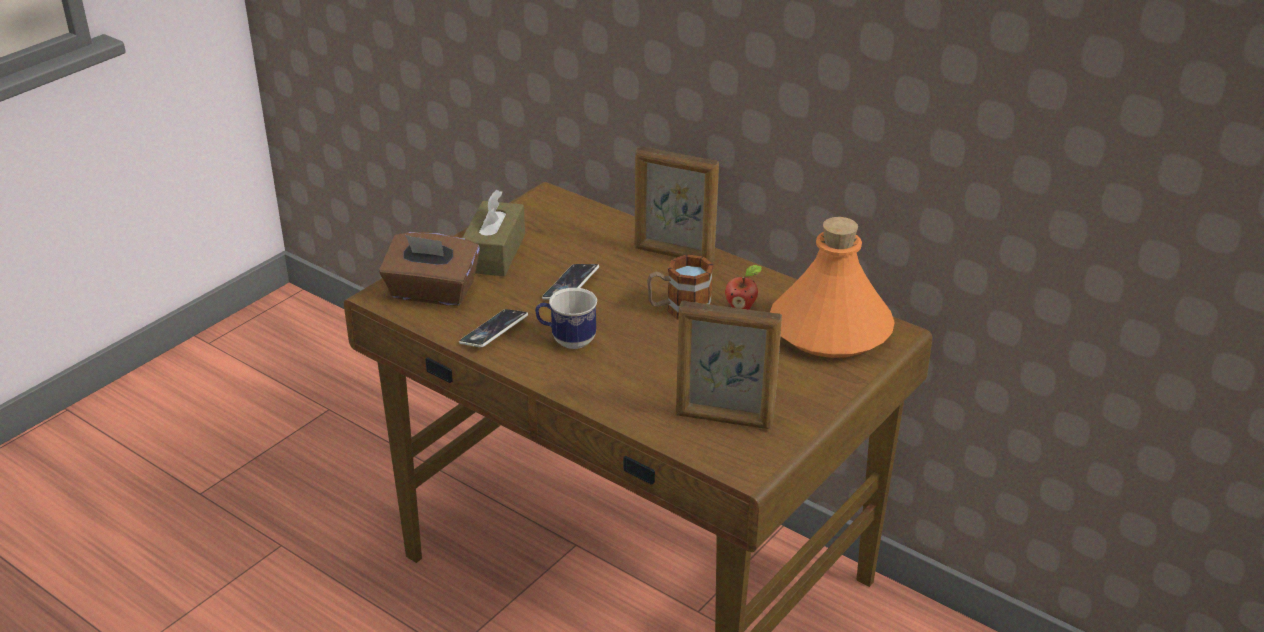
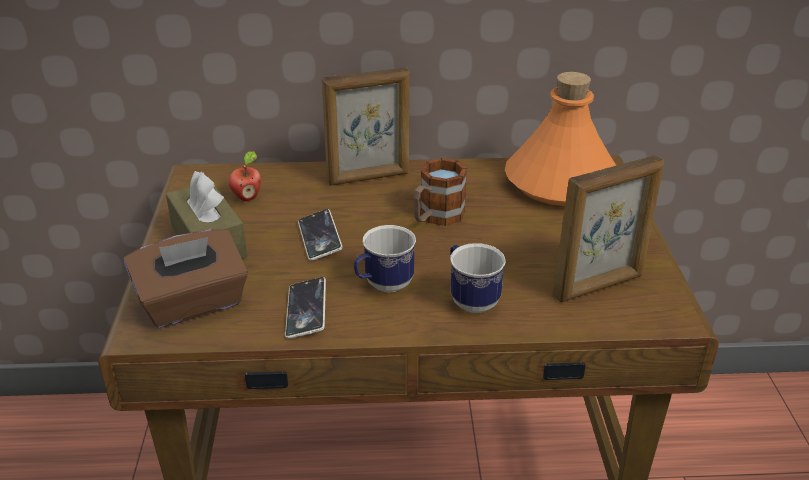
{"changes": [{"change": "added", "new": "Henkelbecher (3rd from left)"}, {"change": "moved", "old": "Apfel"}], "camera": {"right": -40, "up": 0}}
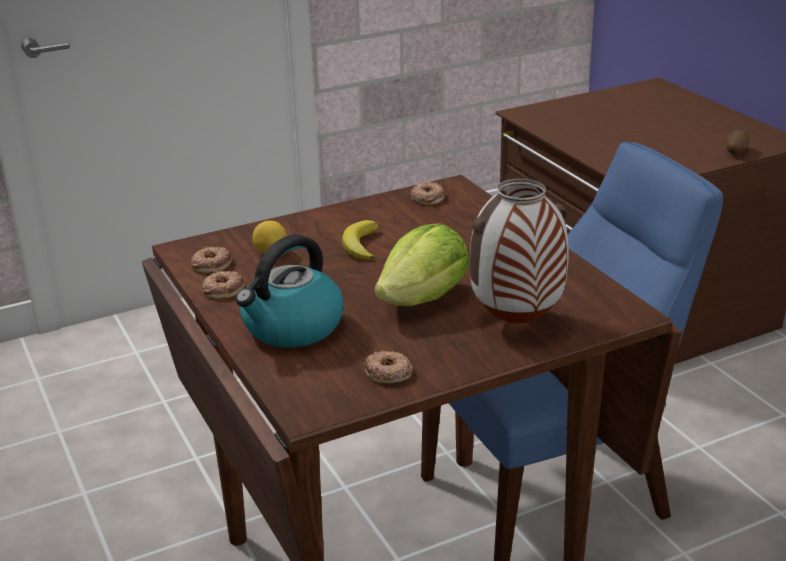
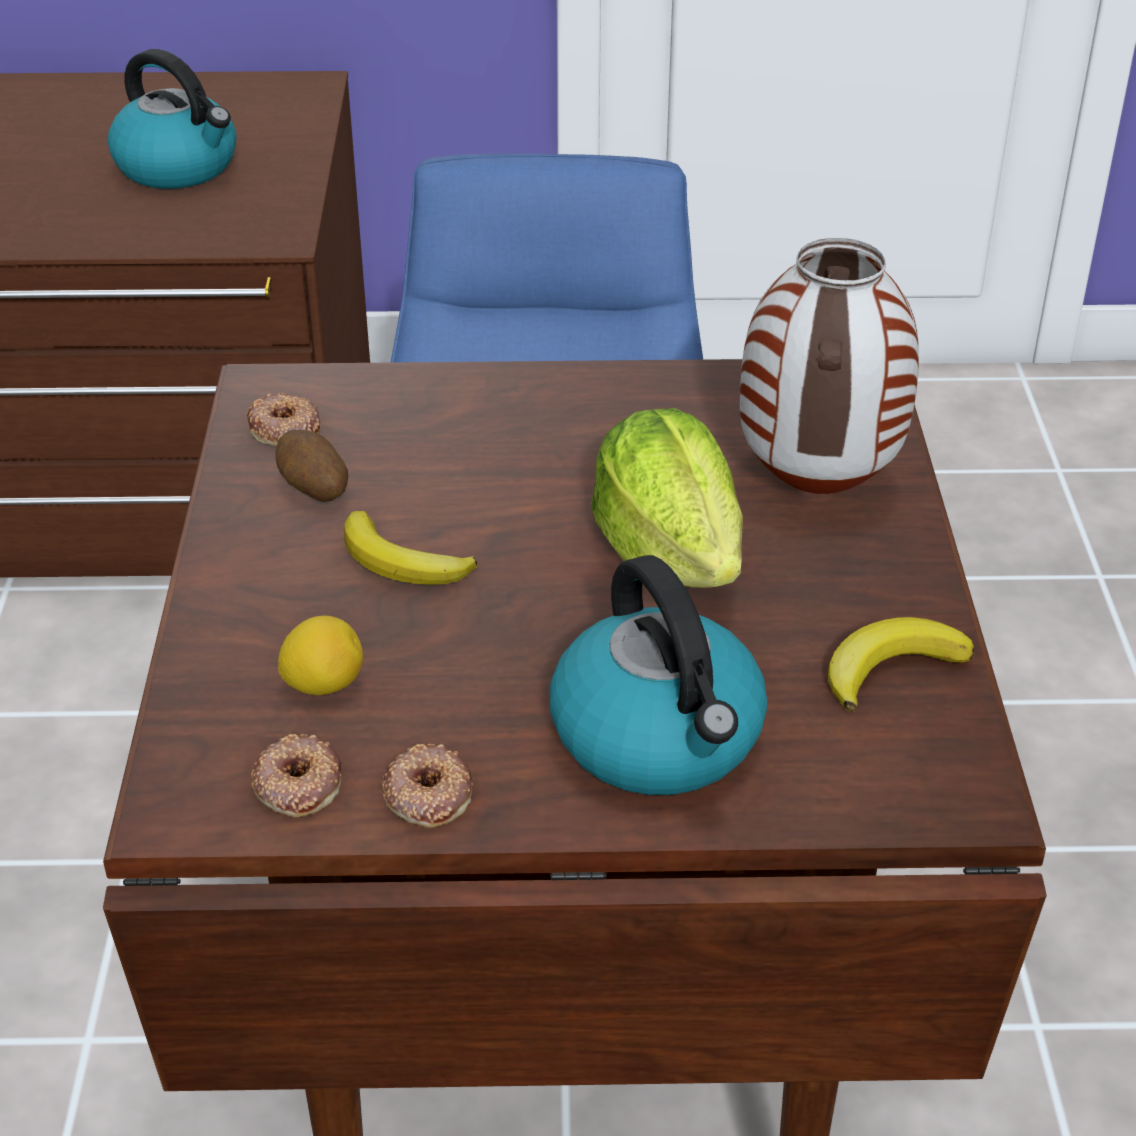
{"changes": [{"change": "added", "new": "Wasserkessel (1st from left)"}, {"change": "moved", "old": "Kartoffel"}, {"change": "replaced", "old": "Donut (3rd from left)", "new": "Banane (2nd from left)"}], "camera": {"right": -65, "up": 10}}
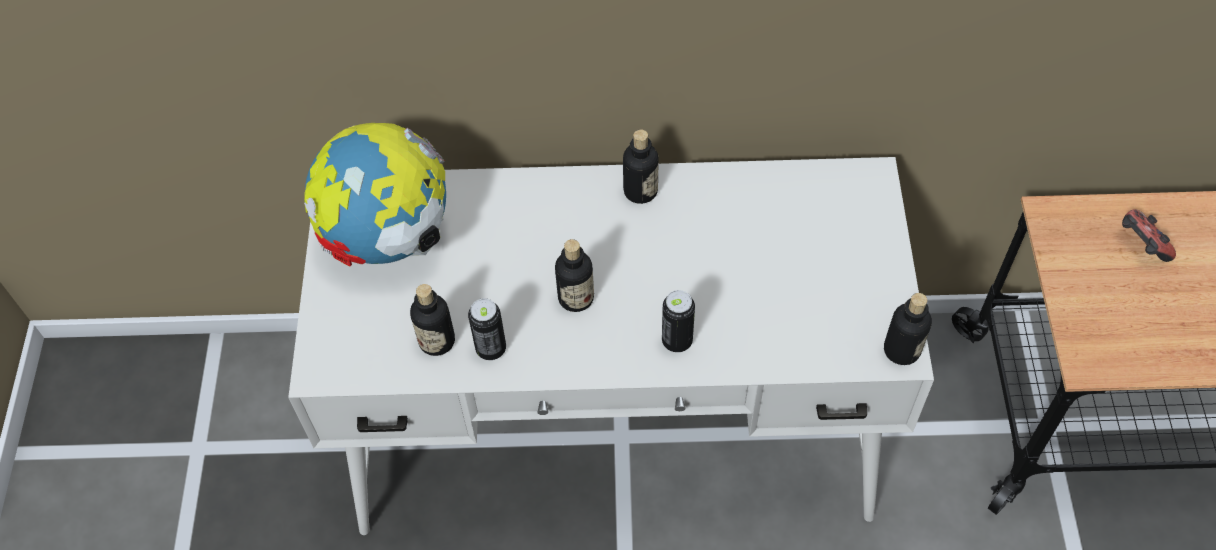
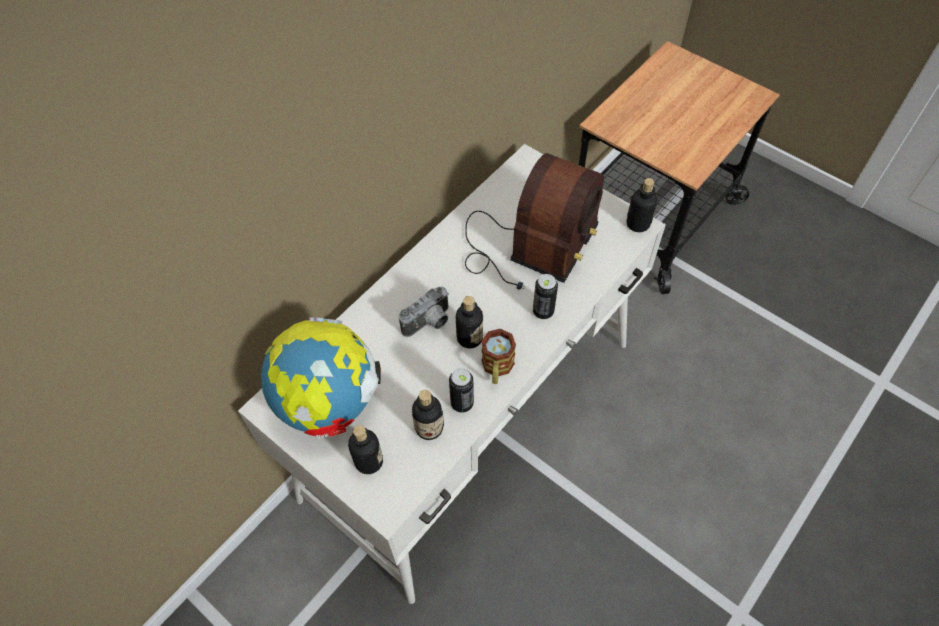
{"changes": [{"change": "removed", "old": "Gamepad"}, {"change": "added", "new": "Kamera"}, {"change": "added", "new": "Radio"}, {"change": "added", "new": "Henkelbecher"}, {"change": "moved", "old": "Flasche (3rd from left in the first image)", "new": "Flasche (1st from left)"}], "camera": {"right": -50, "up": 0}}
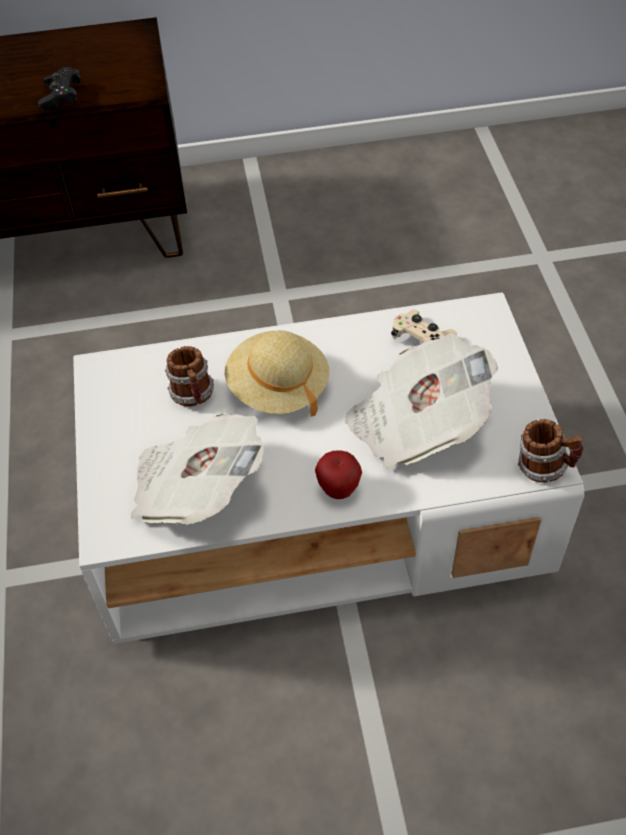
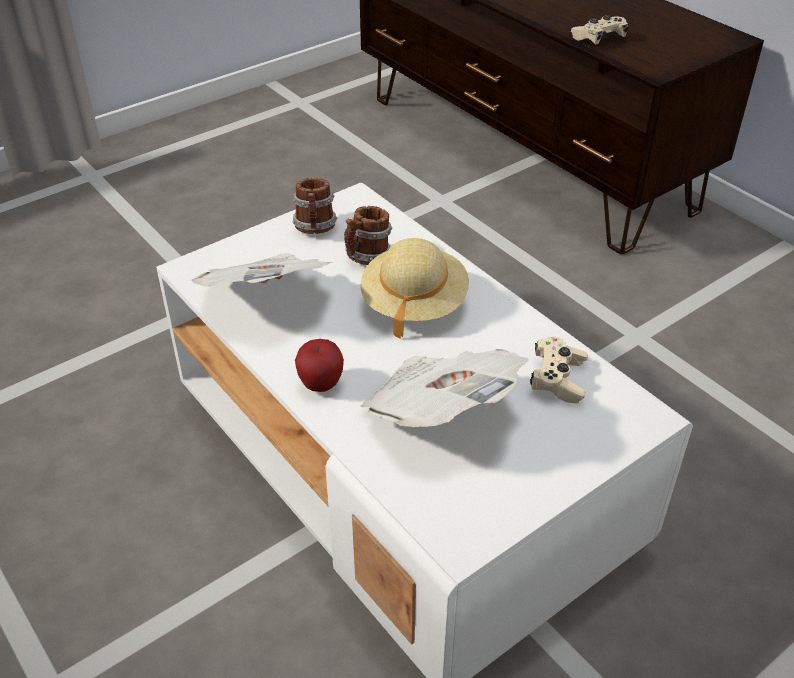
{"changes": [{"change": "moved", "old": "Henkelbecher (2nd from left in the first image)", "new": "Henkelbecher (1st from left)"}, {"change": "recoloured", "old": "Gamepad (schwarz)", "new": "Gamepad (beige) (2nd from left)"}], "camera": {"right": 60, "up": -10}}
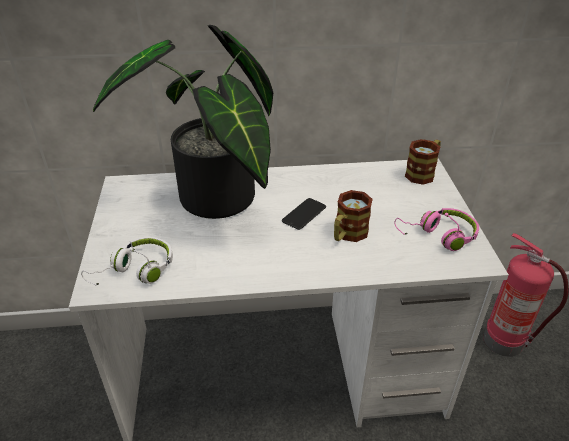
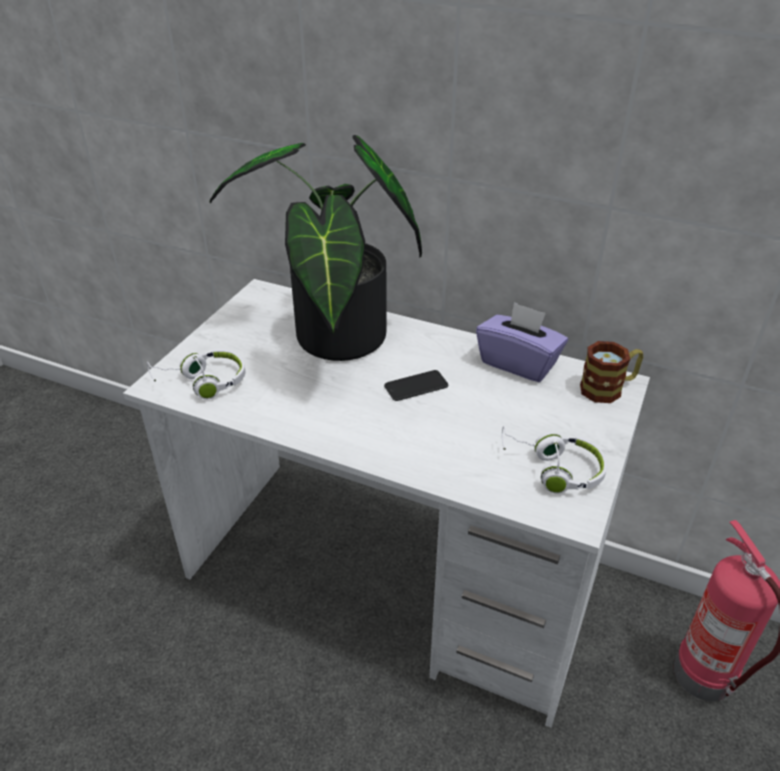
{"changes": [{"change": "removed", "old": "Henkelbecher (1st from left)"}, {"change": "added", "new": "Taschentuchbox (lila)"}, {"change": "recoloured", "old": "Kopfhörer (rosa)", "new": "Kopfhörer (weiß) (2nd from left)"}], "camera": {"right": 30, "up": 0}}
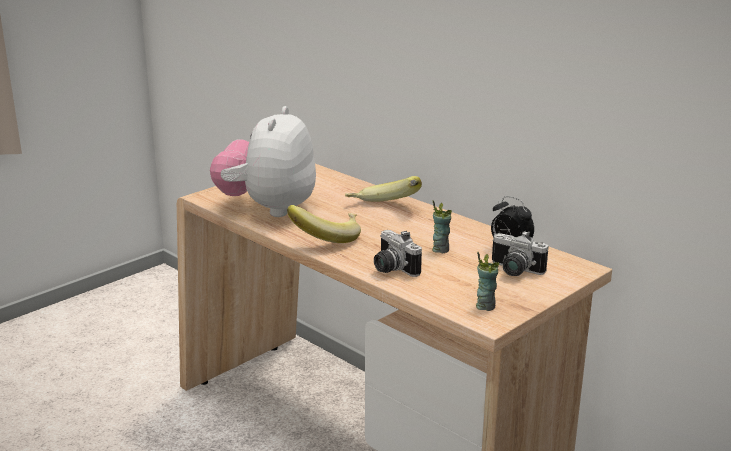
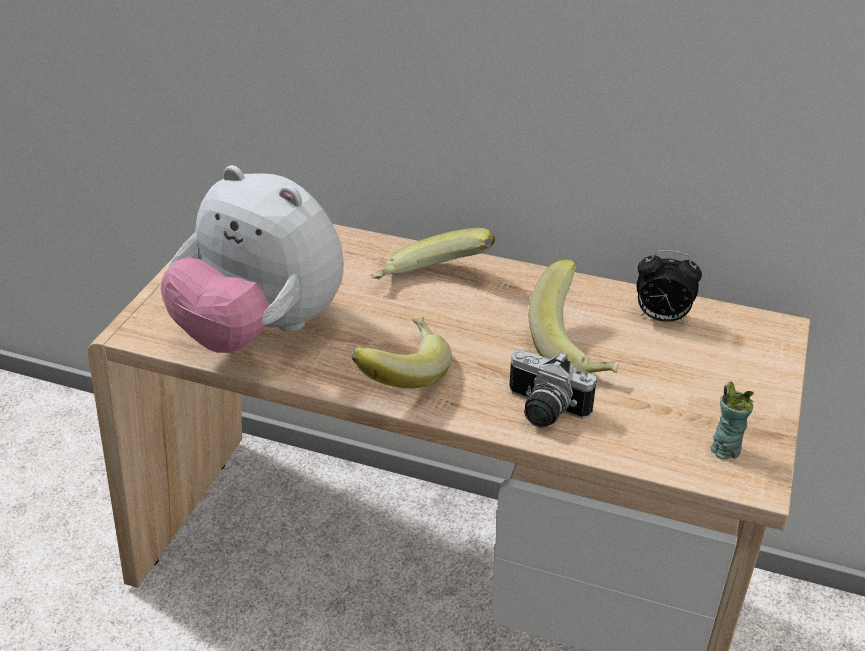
{"changes": [{"change": "removed", "old": "Kamera (2nd from left)"}, {"change": "replaced", "old": "Tasse (1st from left)", "new": "Banane (3rd from left)"}, {"change": "turned", "old": "Plüschtier", "degrees": -45}], "camera": {"right": -25, "up": 15}}
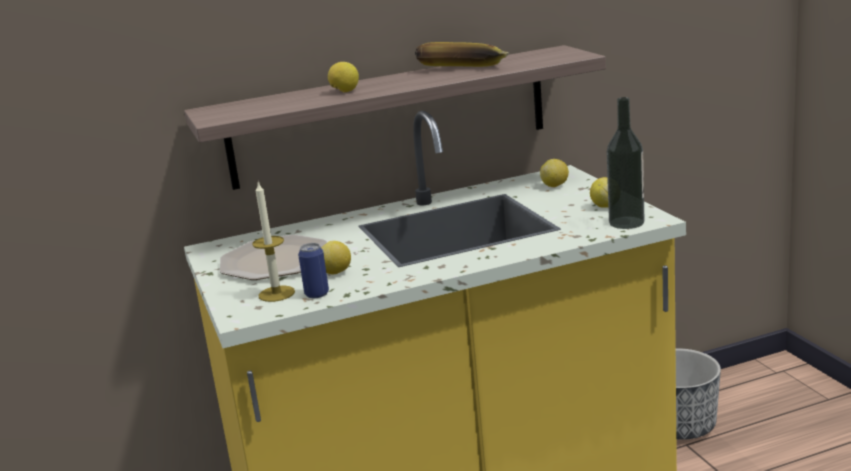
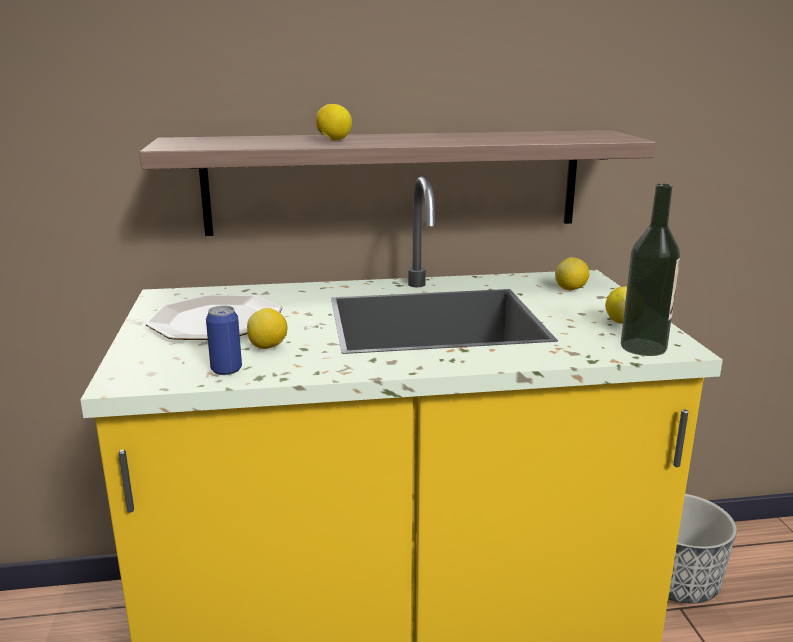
{"changes": [{"change": "removed", "old": "Kerze"}, {"change": "removed", "old": "Banane"}], "camera": {"right": 10, "up": 0}}
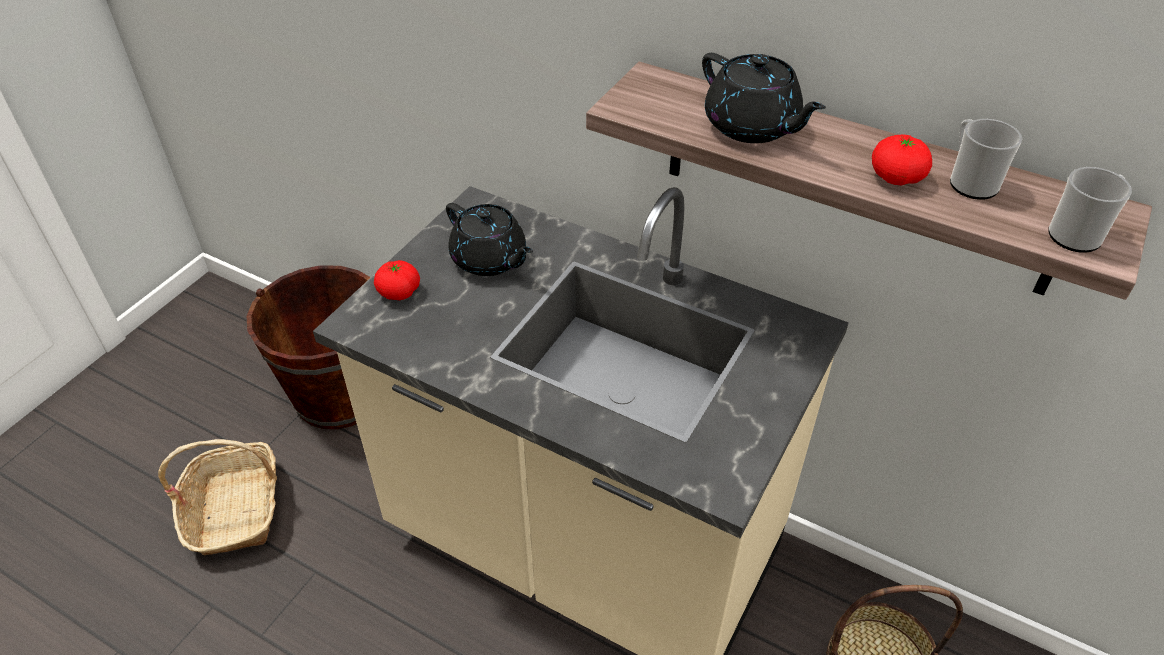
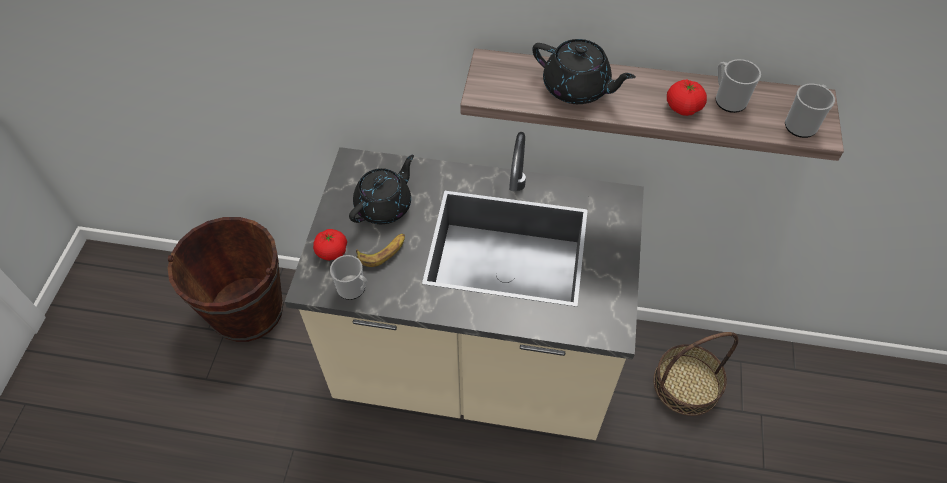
{"changes": [{"change": "removed", "old": "Korb (1st from left)"}, {"change": "added", "new": "Henkelbecher (1st from left)"}, {"change": "added", "new": "Banane"}, {"change": "turned", "old": "Teekanne (schwarz) (1st from left)", "degrees": -75}], "camera": {"right": -20, "up": 10}}
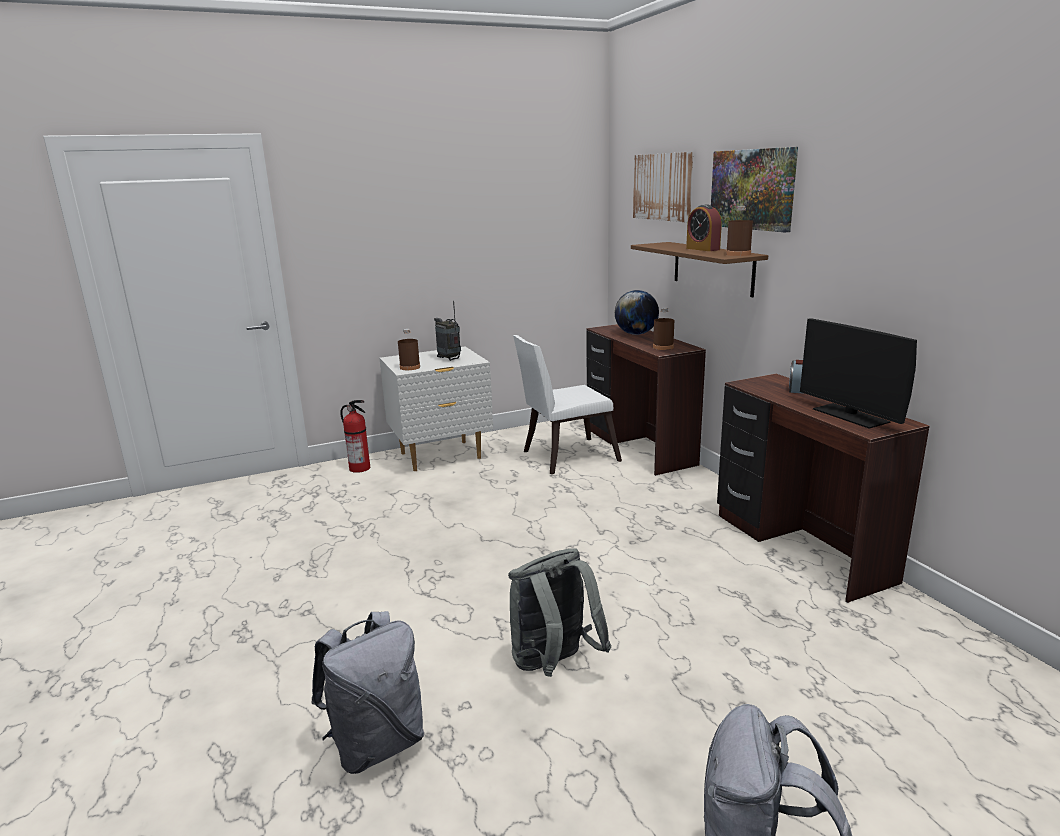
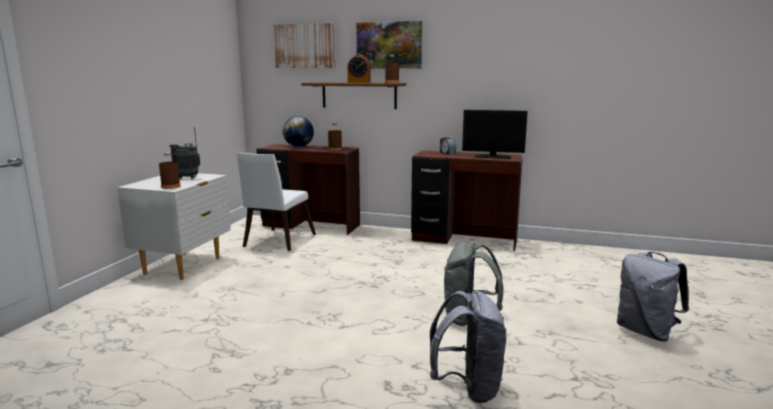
{"changes": [{"change": "removed", "old": "Feuerlöscher"}], "camera": {"right": -50, "up": -5}}
